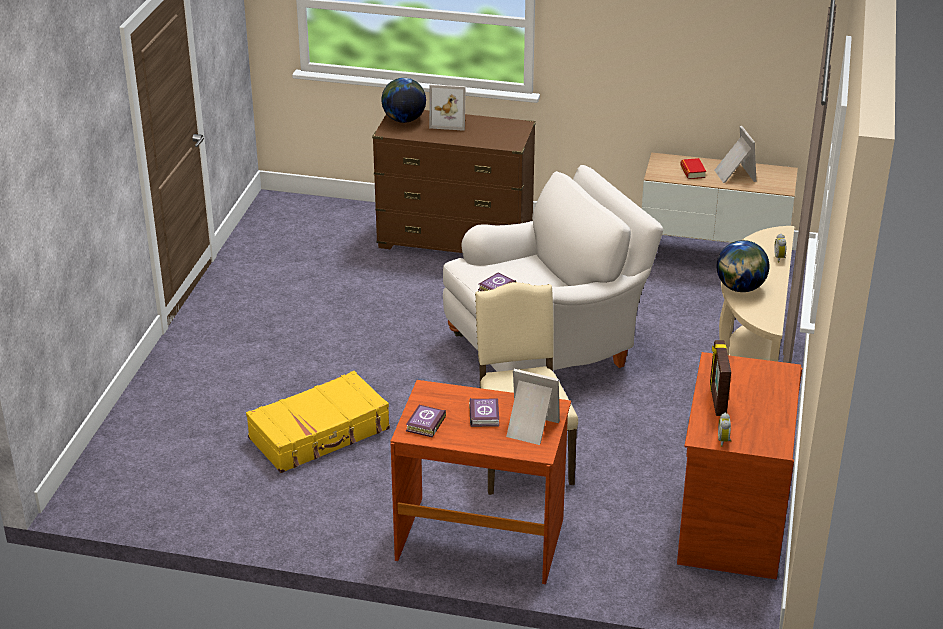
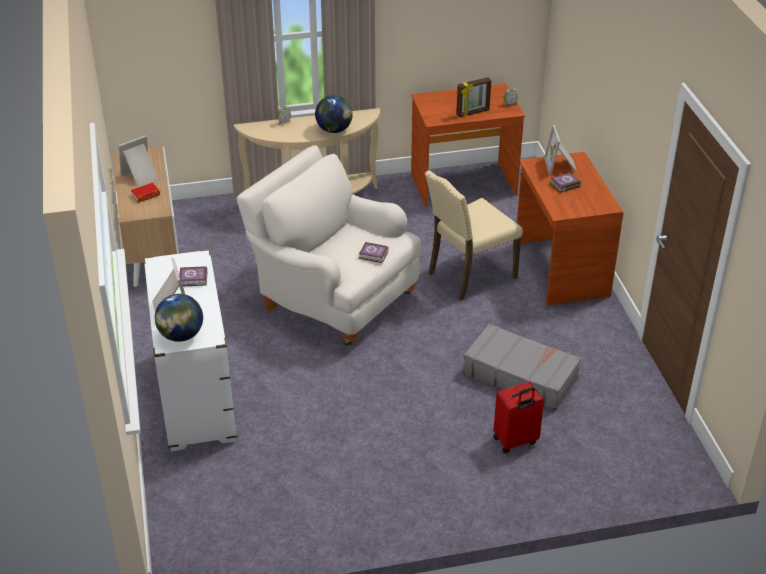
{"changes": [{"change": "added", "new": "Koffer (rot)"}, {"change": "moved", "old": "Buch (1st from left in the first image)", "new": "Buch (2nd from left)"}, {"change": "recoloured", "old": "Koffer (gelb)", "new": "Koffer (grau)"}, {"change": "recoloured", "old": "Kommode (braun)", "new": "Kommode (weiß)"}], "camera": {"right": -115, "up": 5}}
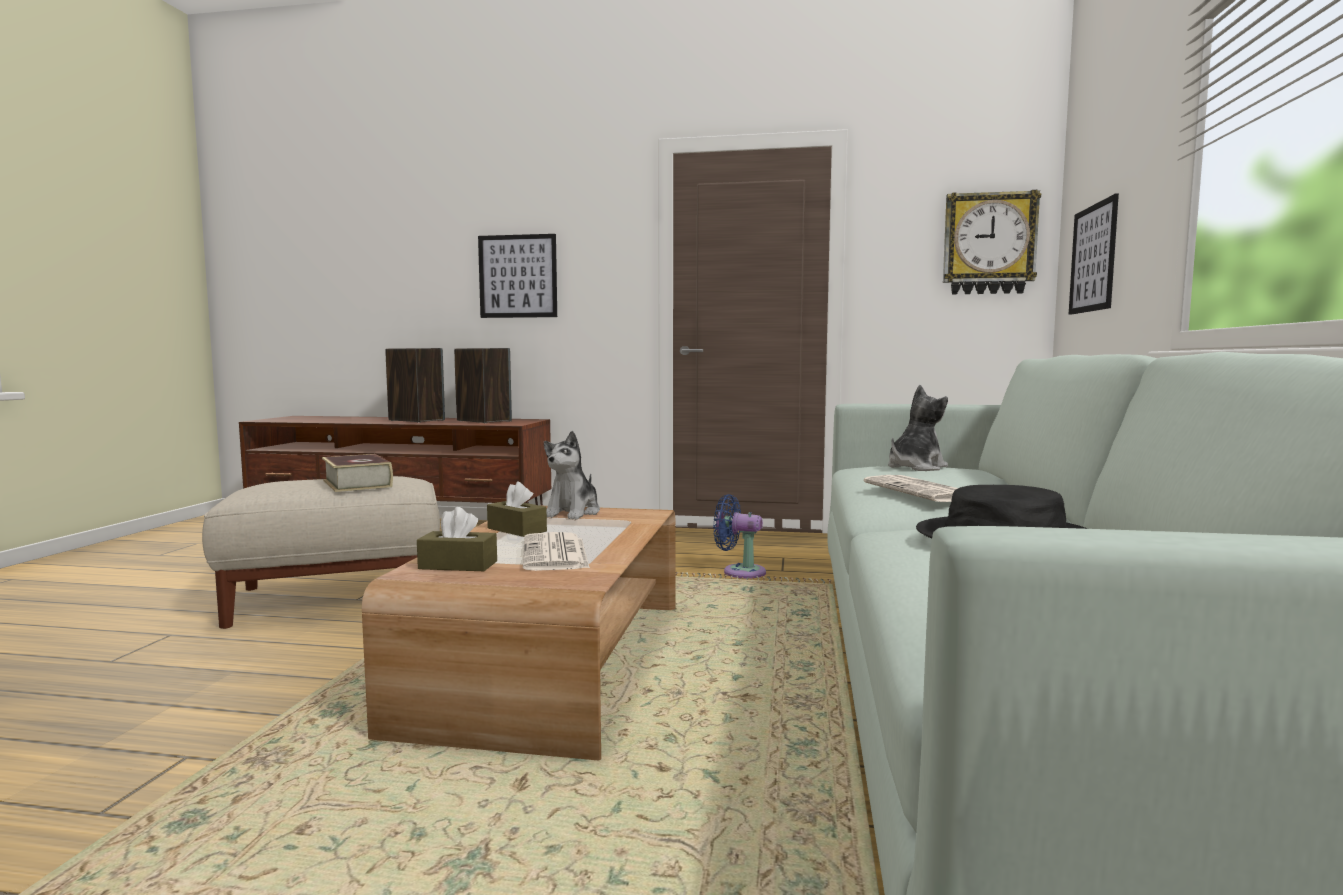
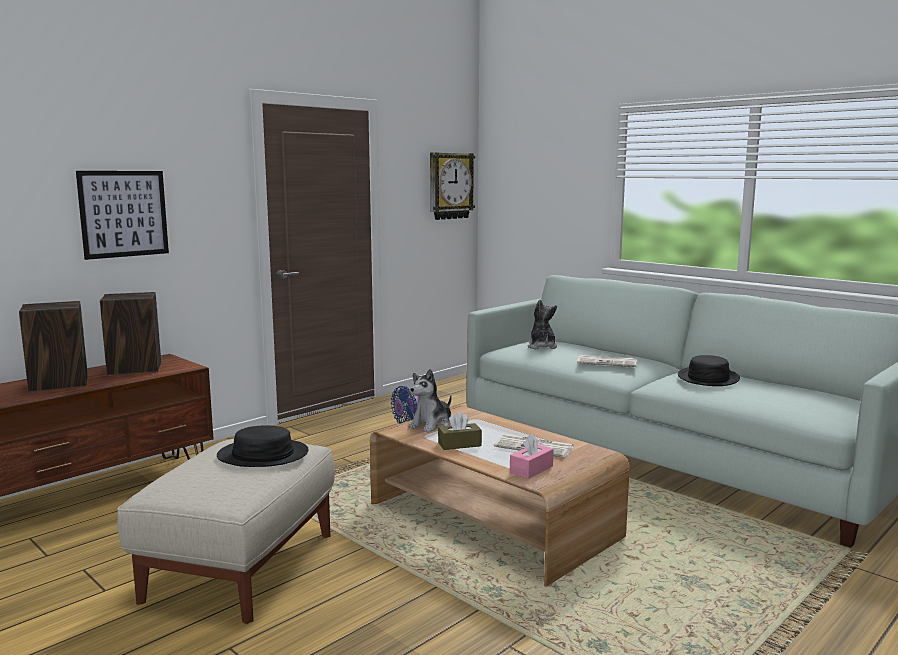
{"changes": [{"change": "removed", "old": "Bild (2nd from left)"}, {"change": "replaced", "old": "Buch", "new": "Hut (schwarz) (1st from left)"}, {"change": "recoloured", "old": "Taschentuchbox (braun) (1st from left)", "new": "Taschentuchbox (rosa)"}, {"change": "turned", "old": "Plüschtier (1st from left)", "degrees": 75}], "camera": {"right": -55, "up": 5}}
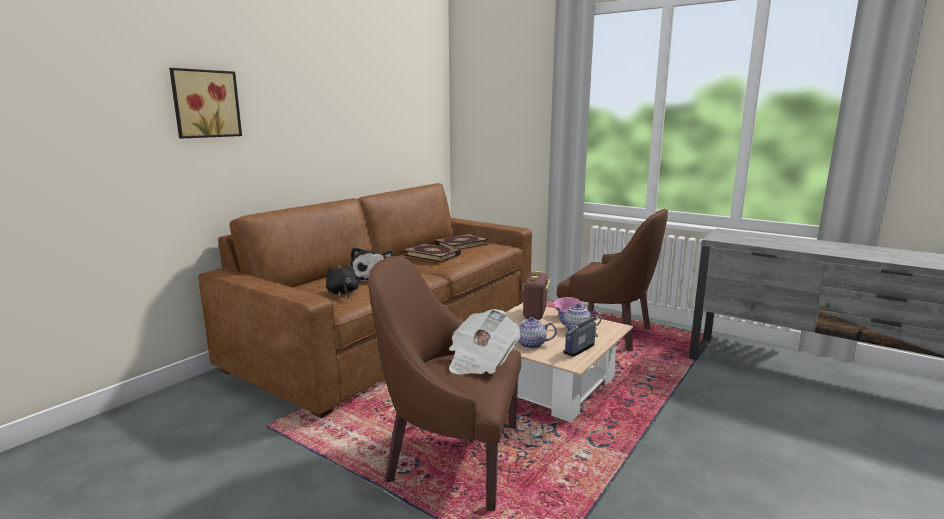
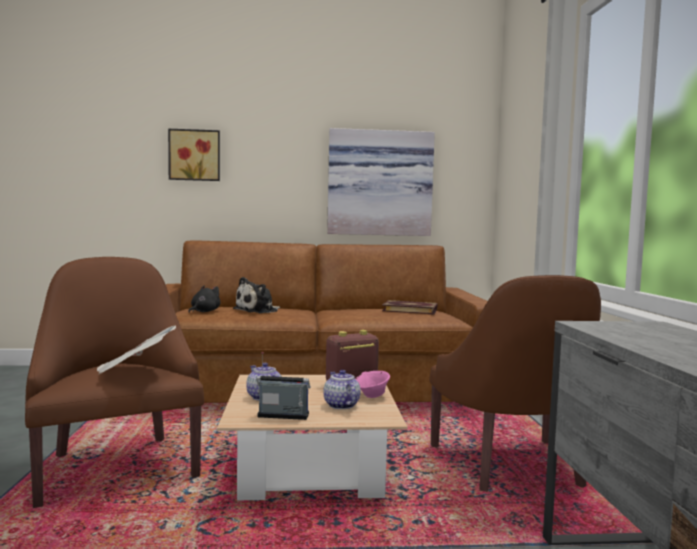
{"changes": [{"change": "removed", "old": "Buch (1st from left)"}, {"change": "added", "new": "Bild (2nd from left)"}], "camera": {"right": 50, "up": -10}}
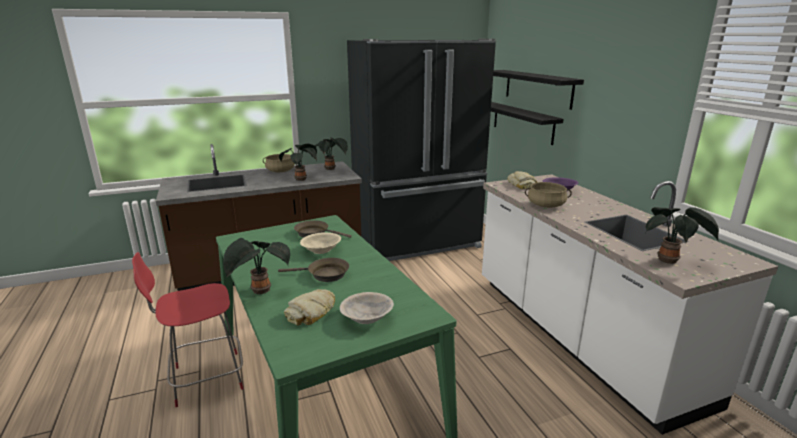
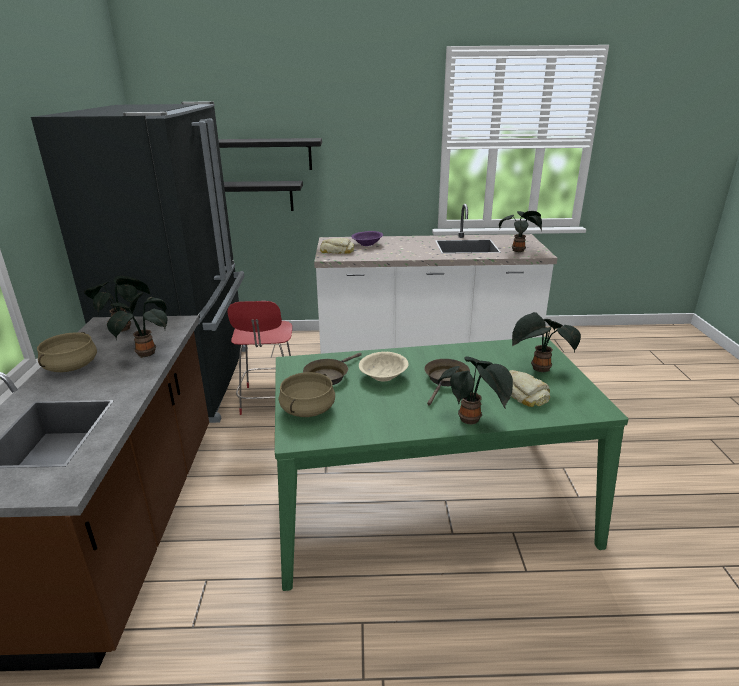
{"changes": [{"change": "moved", "old": "Stuhl (rot)"}, {"change": "moved", "old": "Kochtopf (beige) (2nd from left)"}, {"change": "replaced", "old": "Schüssel (beige) (2nd from left)", "new": "Topfpflanze (5th from left)"}], "camera": {"right": -70, "up": 5}}
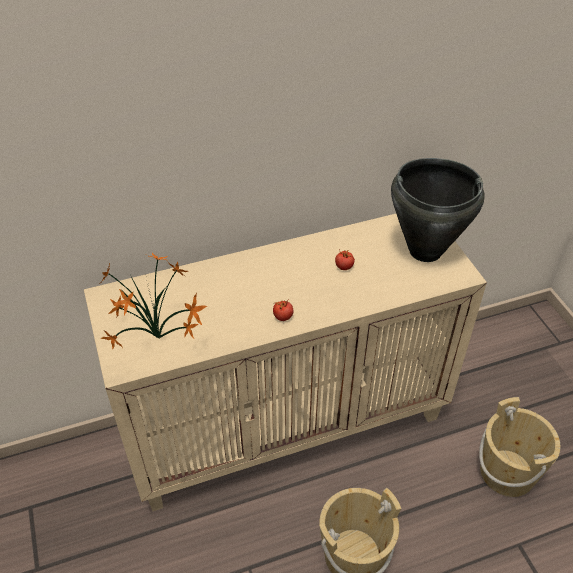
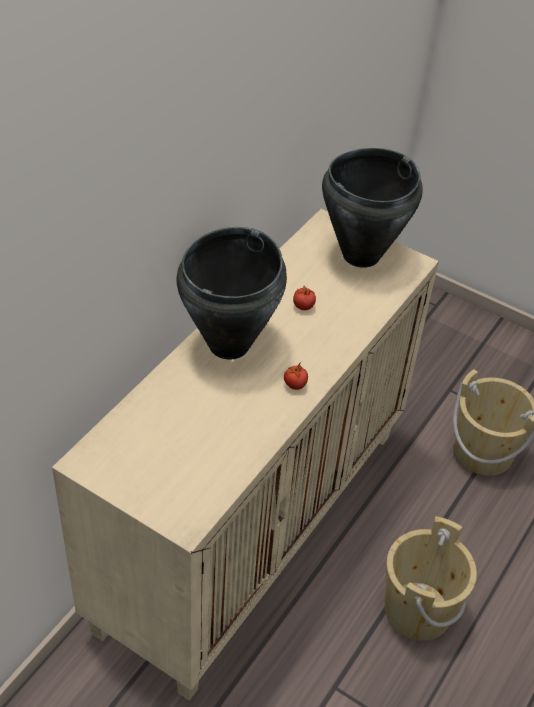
{"changes": [{"change": "removed", "old": "Topfpflanze"}, {"change": "added", "new": "Kochtopf (schwarz) (1st from left)"}], "camera": {"right": -40, "up": 0}}
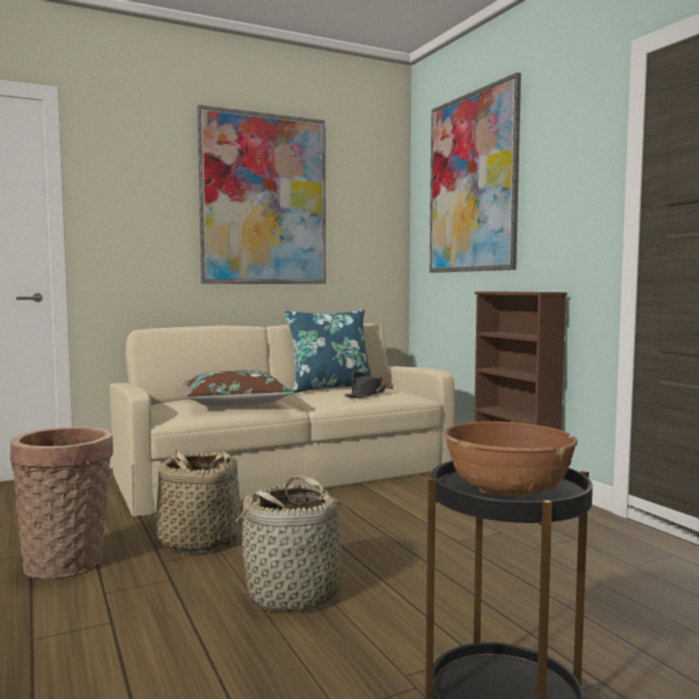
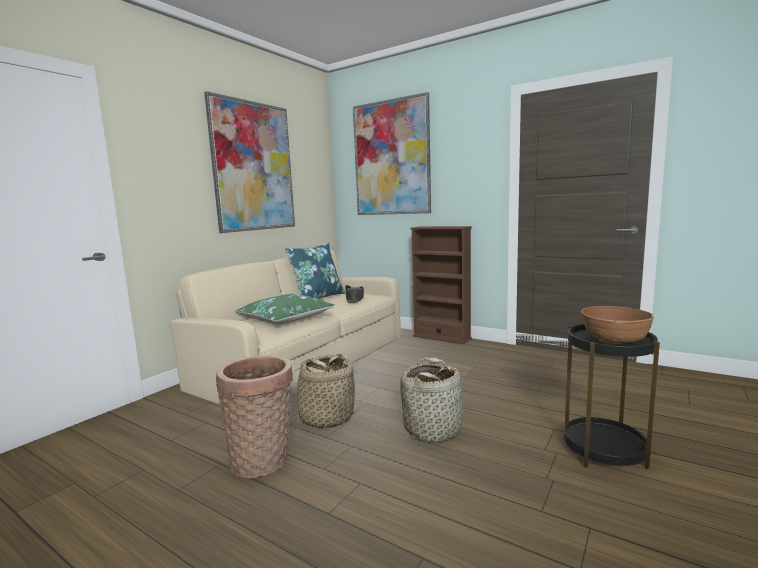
{"changes": [{"change": "recoloured", "old": "Kissen (braun)", "new": "Kissen (grün)"}], "camera": {"right": -30, "up": 5}}
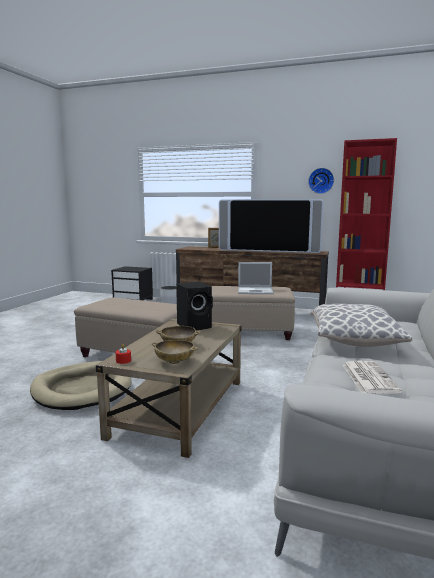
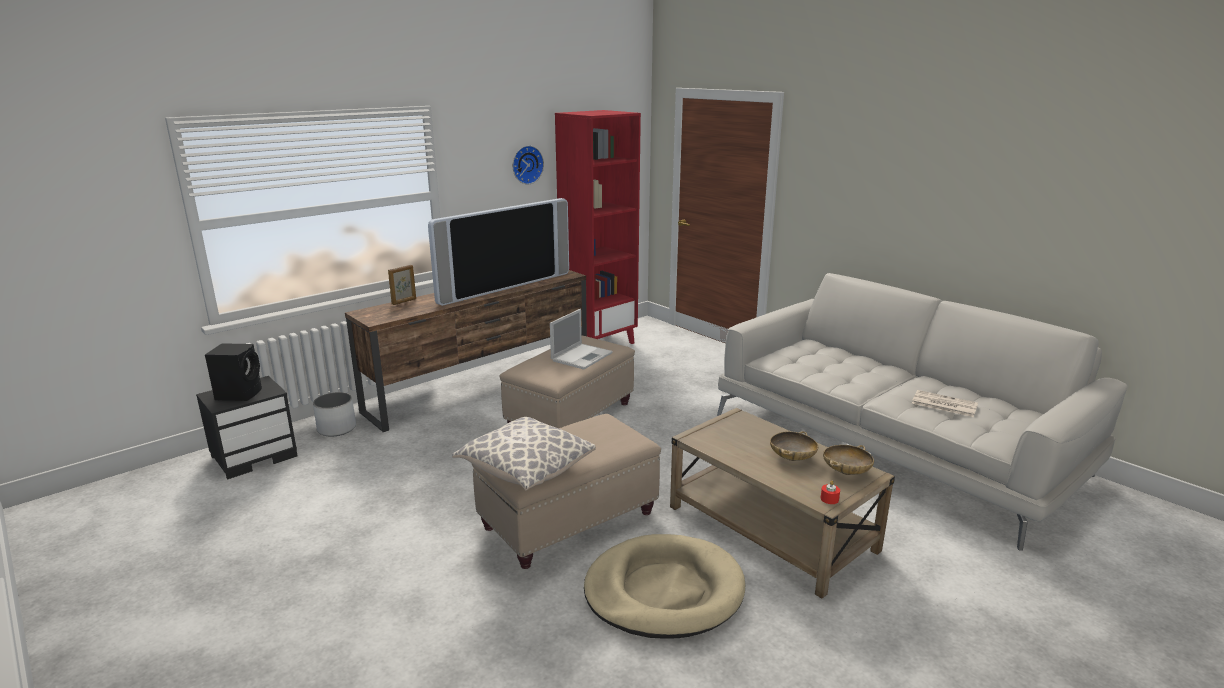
{"changes": [{"change": "moved", "old": "Lautsprecher (schwarz)"}, {"change": "moved", "old": "Kissen"}], "camera": {"right": -60, "up": 10}}
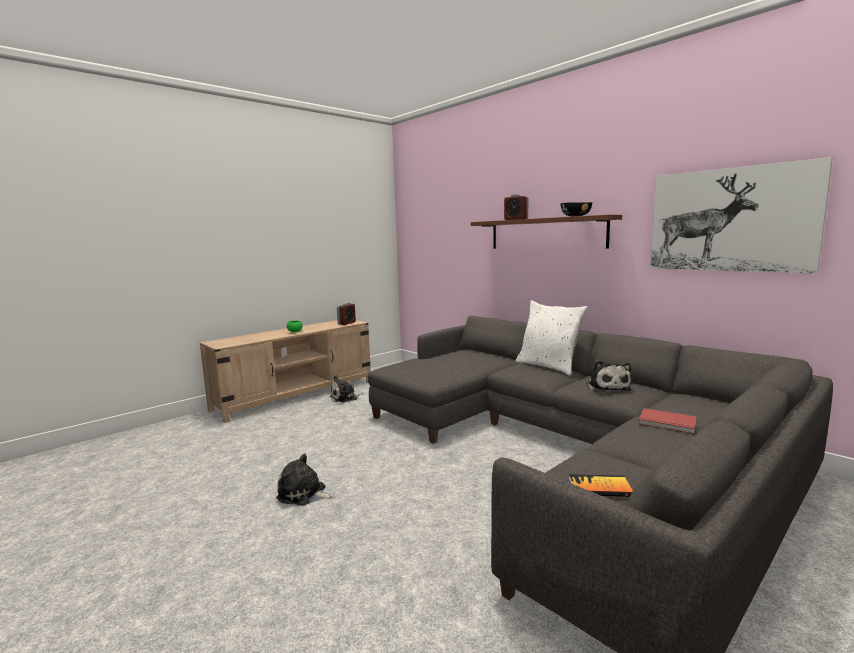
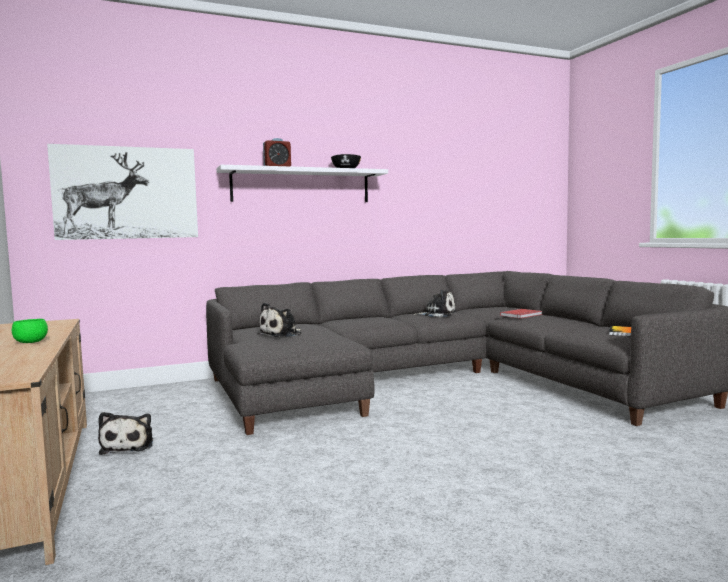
{"changes": [{"change": "removed", "old": "Wecker (1st from left)"}, {"change": "removed", "old": "Kissen (weiß)"}, {"change": "moved", "old": "Plüschtier (1st from left in the first image)", "new": "Plüschtier (2nd from left)"}, {"change": "moved", "old": "Bild"}, {"change": "recoloured", "old": "Wandregal (braun)", "new": "Wandregal (weiß)"}], "camera": {"right": -70, "up": -5}}
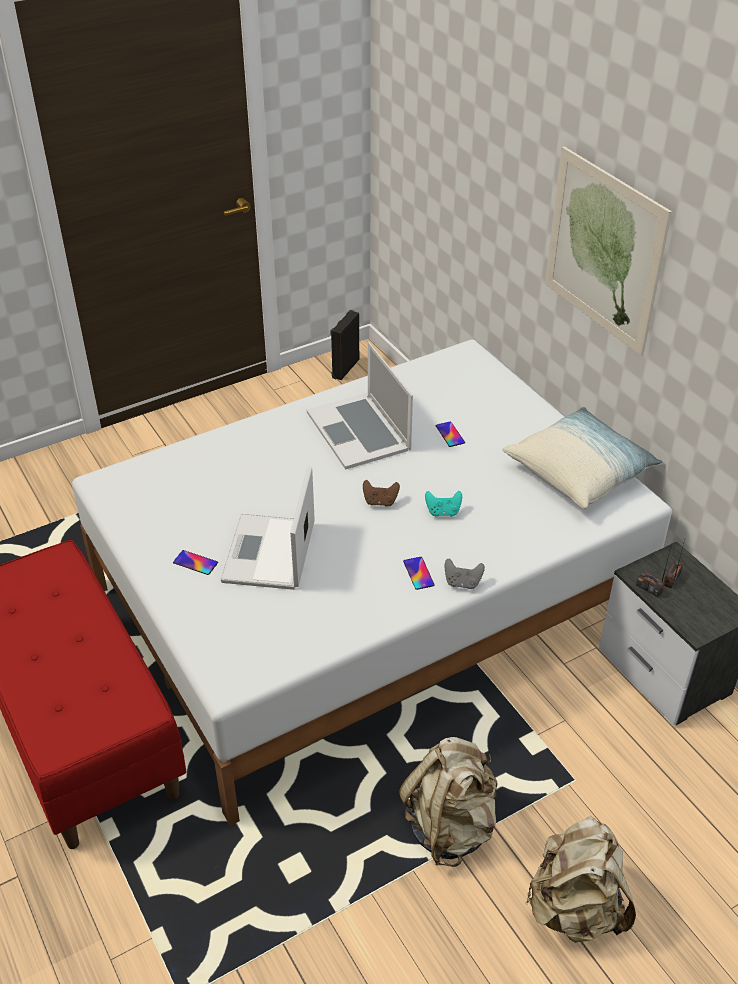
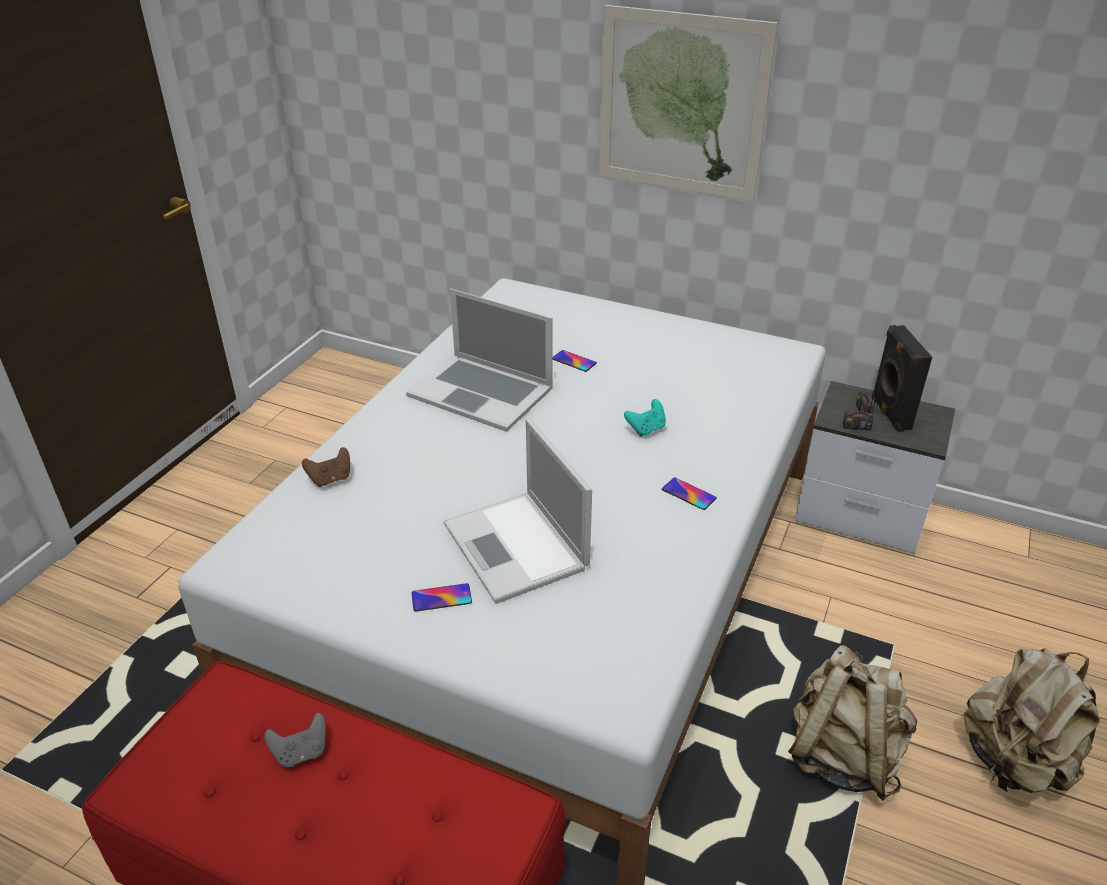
{"changes": [{"change": "removed", "old": "Kissen"}, {"change": "moved", "old": "Lautsprecher (schwarz)"}, {"change": "moved", "old": "Gamepad (braun)"}, {"change": "moved", "old": "Gamepad (grau)"}], "camera": {"right": -35, "up": -5}}
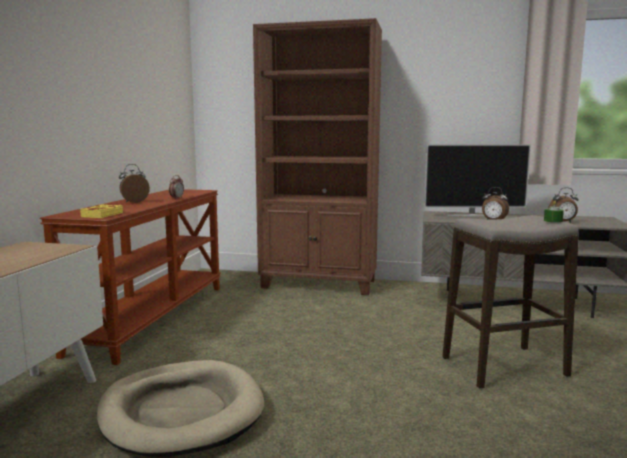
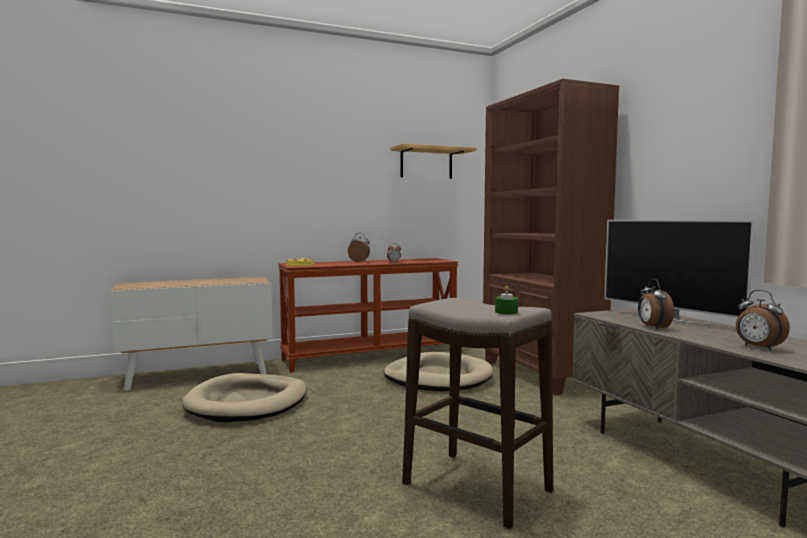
{"changes": [{"change": "added", "new": "Hundebett (beige) (2nd from left)"}, {"change": "added", "new": "Wandregal"}], "camera": {"right": 55, "up": -5}}
